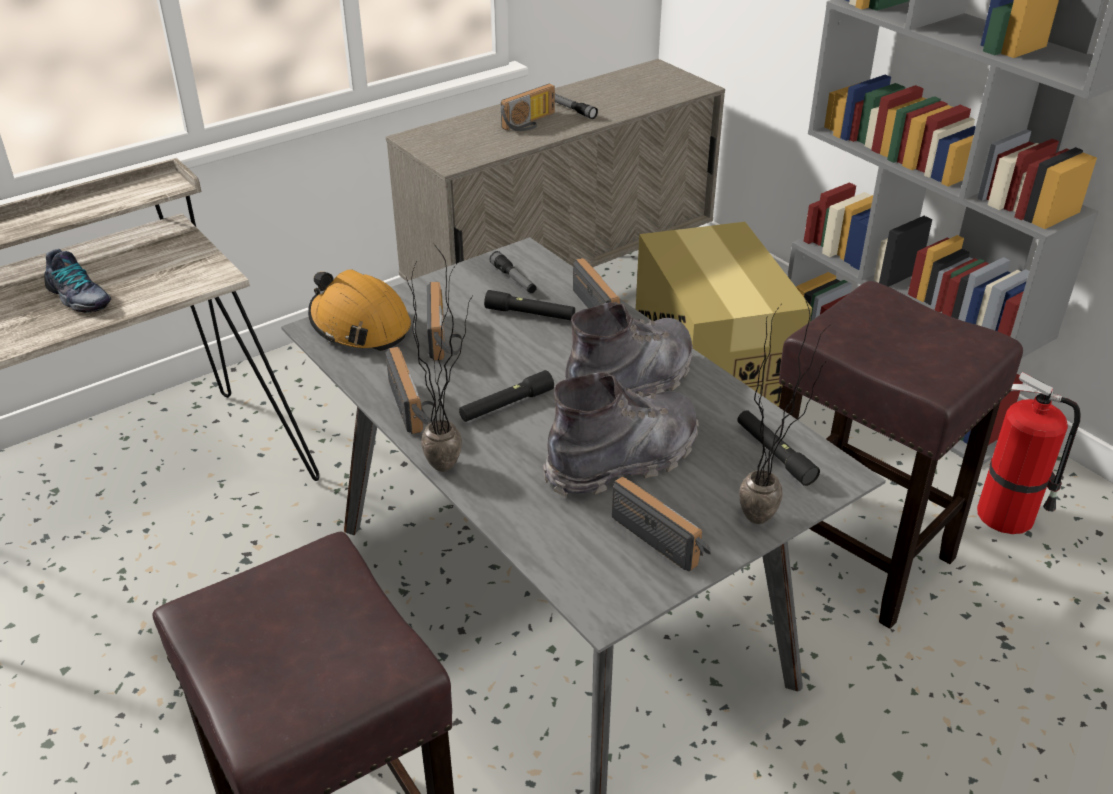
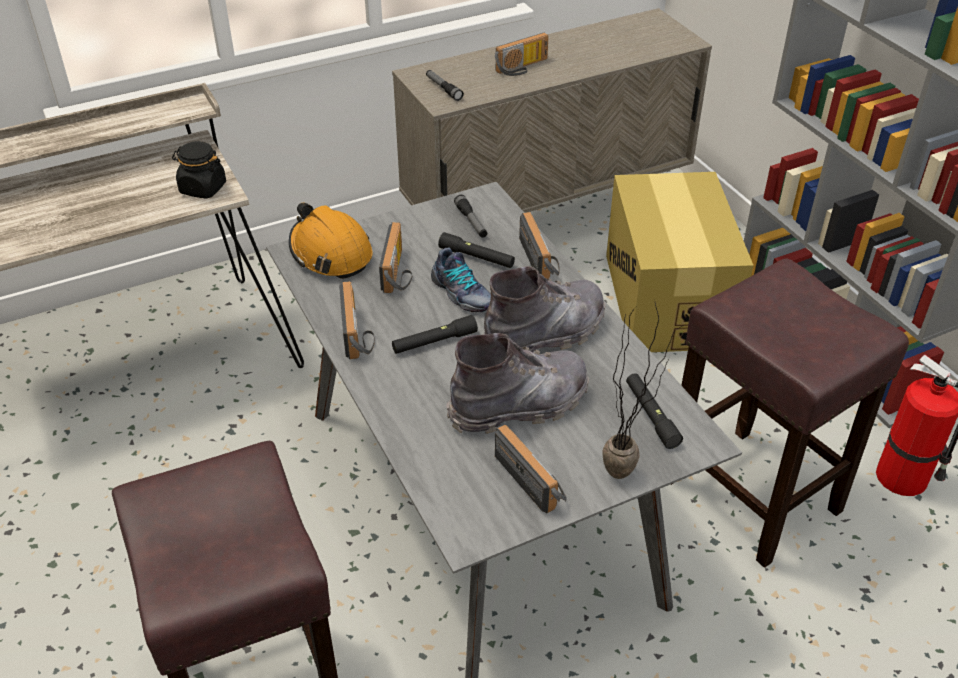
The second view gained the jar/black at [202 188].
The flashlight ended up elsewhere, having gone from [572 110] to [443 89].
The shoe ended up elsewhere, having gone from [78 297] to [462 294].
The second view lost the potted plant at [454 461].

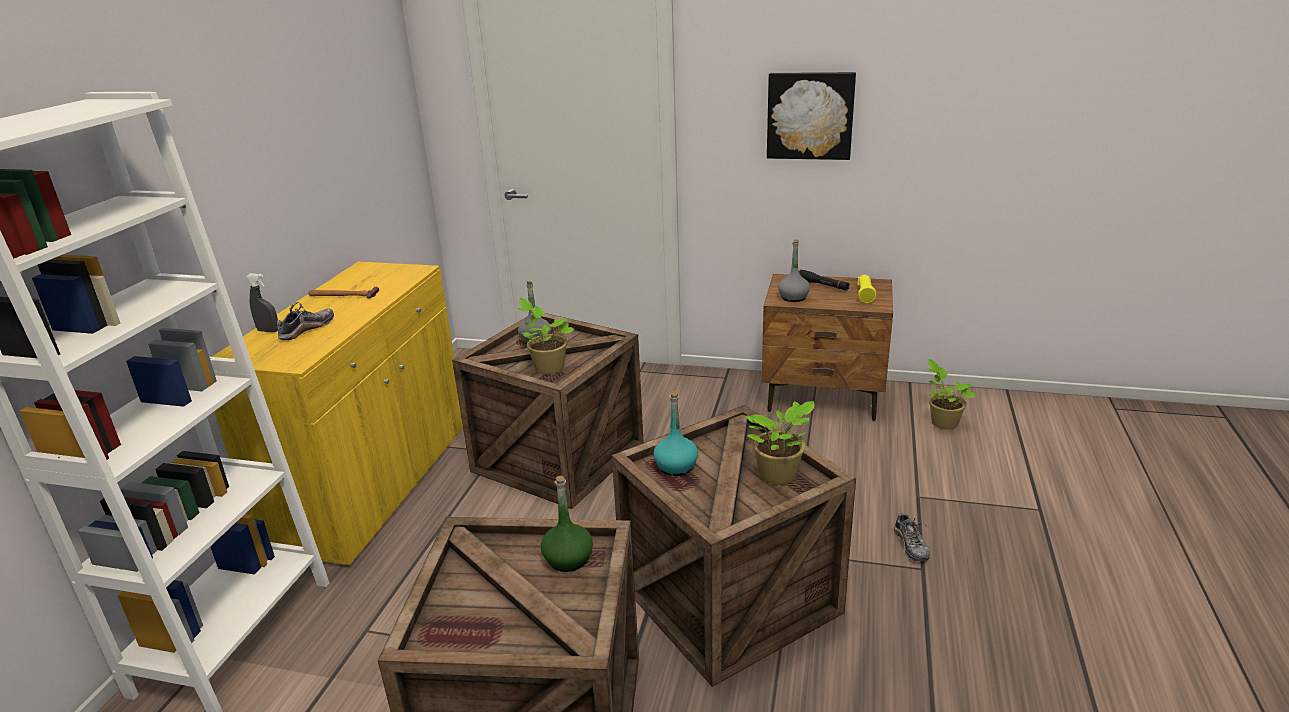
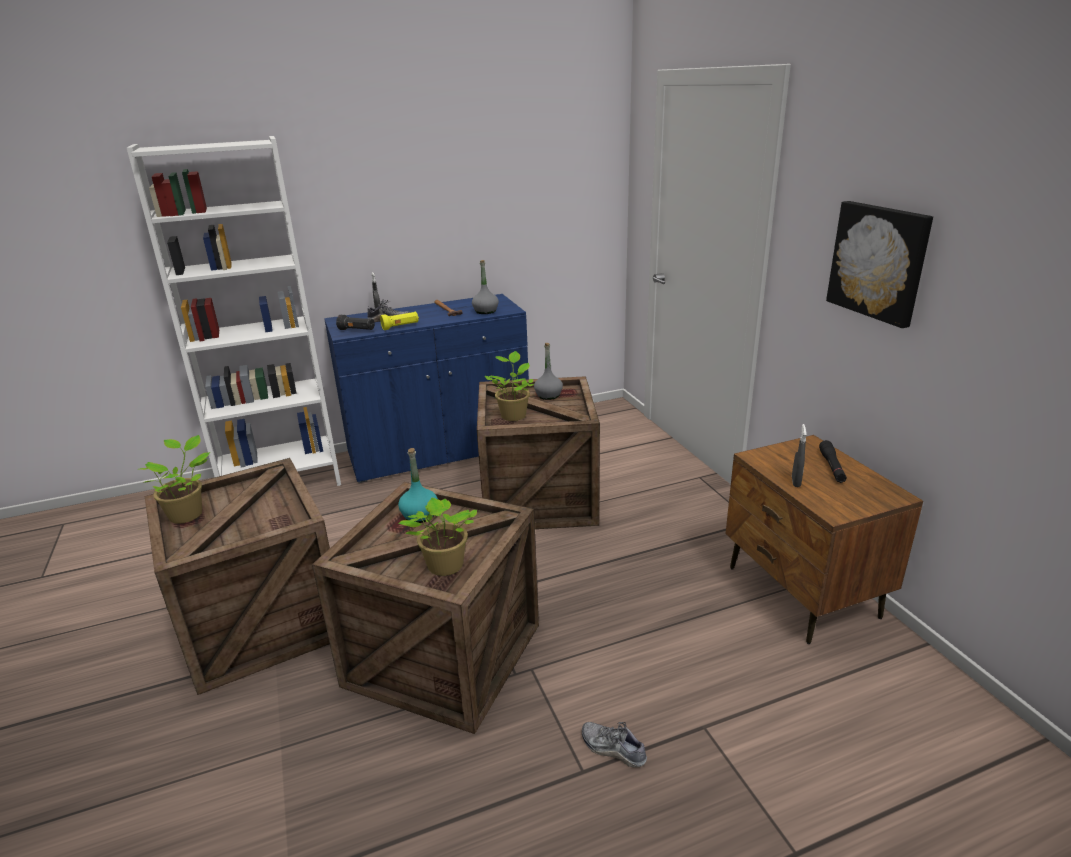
The potted plant ended up elsewhere, having gone from [942 422] to [188 513].
What was the cabinet/yellow at [374 485] turned into the cabinet/blue at [439 451].
The second view gained the flashlight/black at [357 330].
The flashlight/yellow ended up elsewhere, having gone from [865 295] to [400 327].
The bottle/grey ended up elsewhere, having gone from [793 297] to [485 311].
The shoe at [910 545] ended up facing another way, 75 degrees clockwise from before.
The second view gained the spray bottle/grey at [796 482].
The second view lost the bottle/green at [568 559].

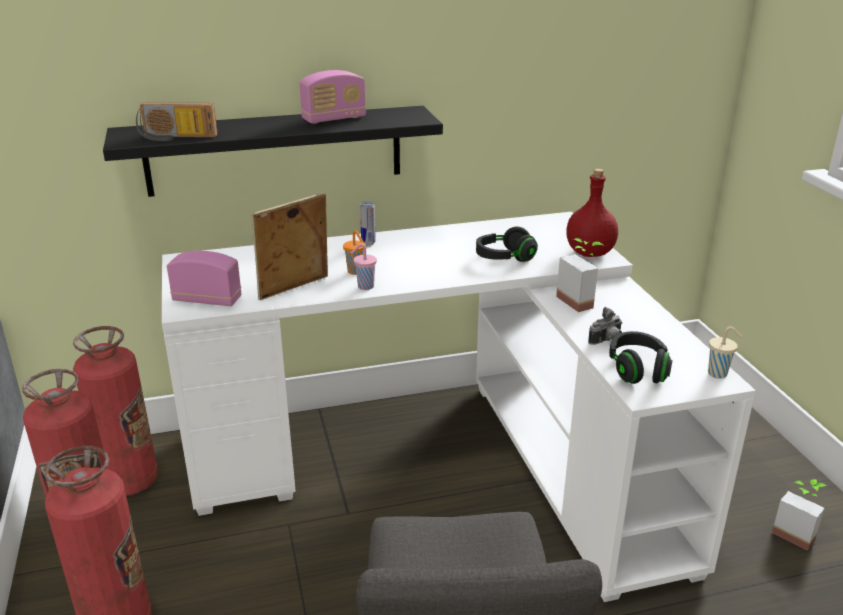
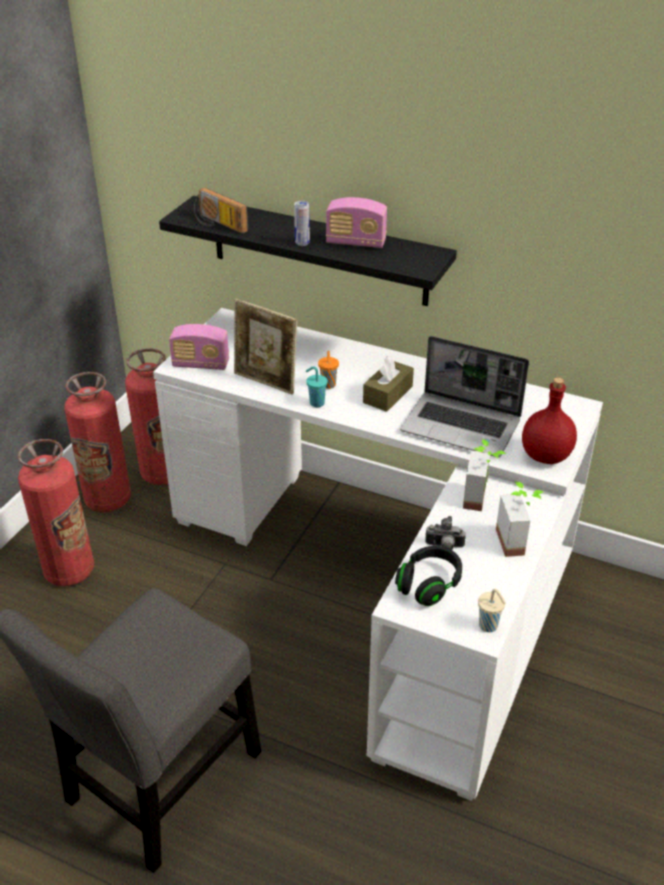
The radio at [207 300] ended up facing another way, 135 degrees clockwise from before.
The picture frame at [295 289] ended up facing another way, 150 degrees counterclockwise from before.
The can ended up elsewhere, having gone from [368 243] to [302 243].
What was the cup/pink at [364 287] turned into the cup/turquoise at [316 403].
The second view gained the tissue box/brown at [388 394].
Where the headphones/black stood at [504 258], the laptop came to stand at [462 426].
The potted plant ended up elsewhere, having gone from [796 532] to [518 541].

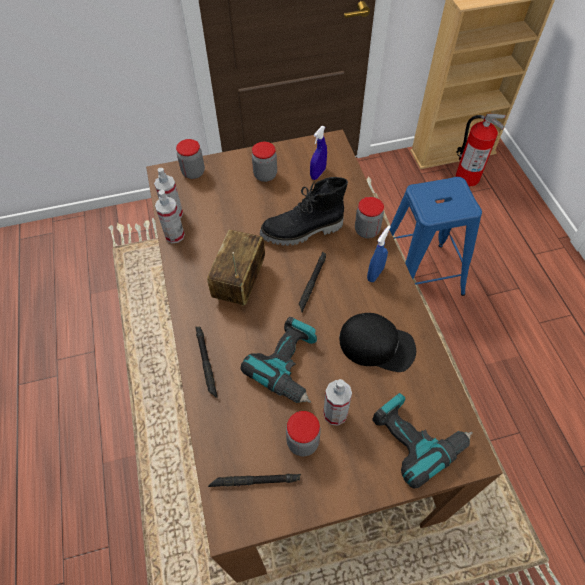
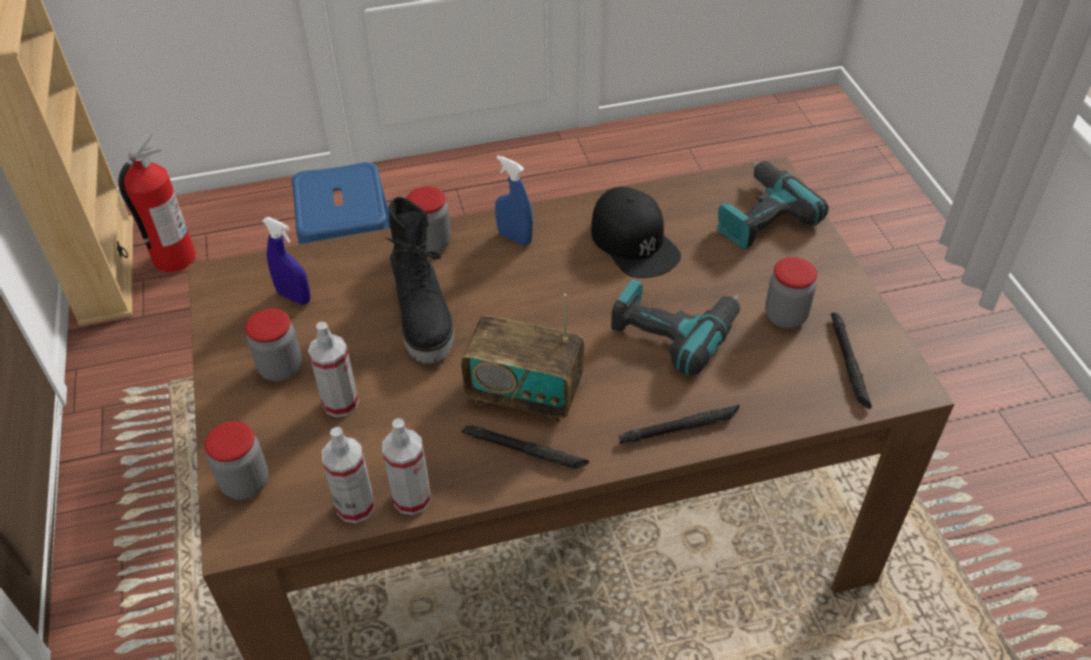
The spray bottle ended up elsewhere, having gone from [335 413] to [340 403].
The flashlight/black ended up elsewhere, having gone from [312 283] to [524 450].
The cap/black at [377 345] ended up facing another way, 135 degrees clockwise from before.

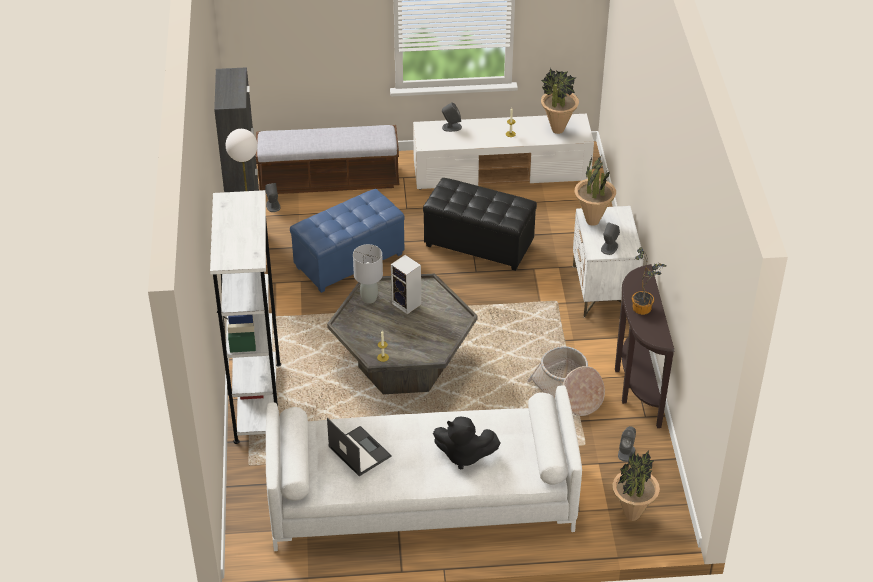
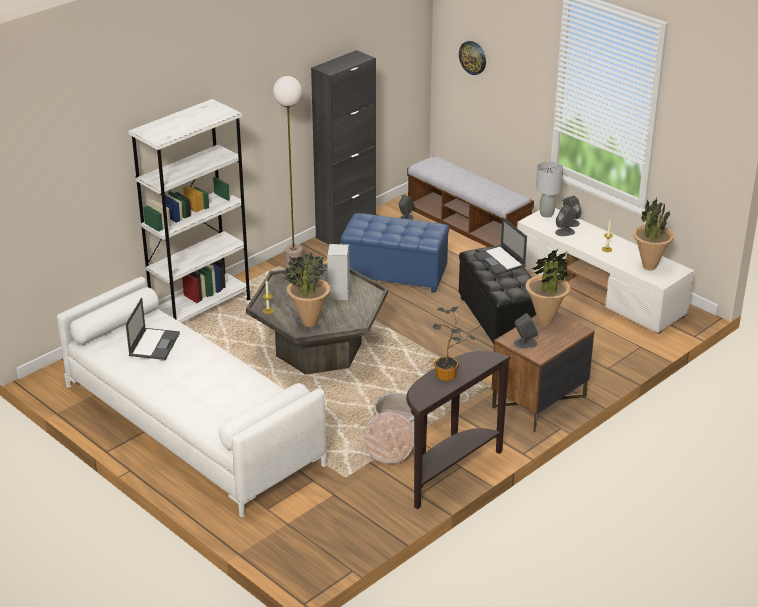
The potted plant ended up elsewhere, having gone from [632 515] to [309 323].
The second view gained the wall clock at [473 57].
The second view gained the laptop at [499 261].
What was the nightstand/white at [604 290] turned into the nightstand/brown at [539 403].
The table lamp/grey ended up elsewhere, having gone from [369 298] to [546 214].
The speaker/grey ended up elsewhere, having gone from [626 452] to [565 232].
The second view lost the plush toy/black at [463 455].

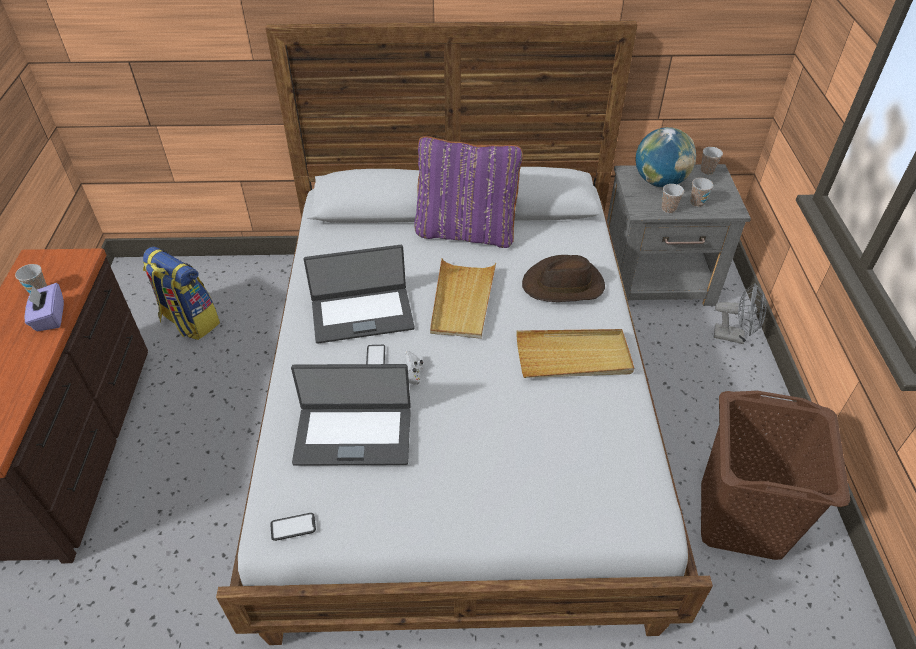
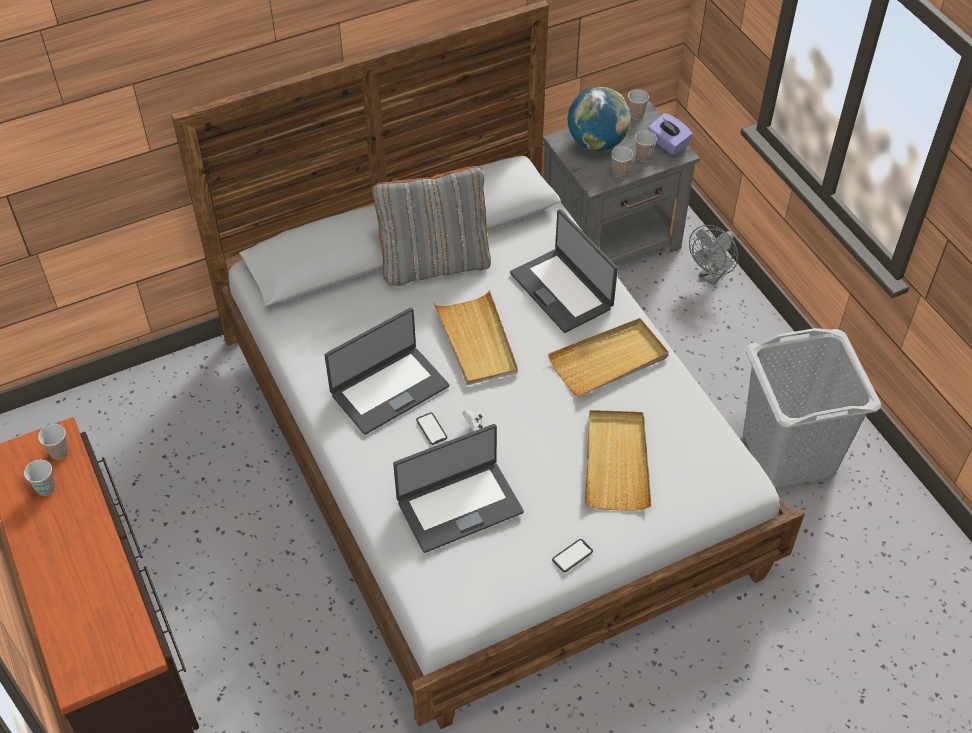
The second view gained the cup at [59 452].
What was the pillow/purple at [466 231] turned into the pillow/grey at [434 263].
Where the hat/brown stood at [564 285], the laptop came to stand at [562 290].
The phone ended up elsewhere, having gone from [293 527] to [572 556].
The second view gained the tray/beige at [616 461].
The tissue box/purple ended up elsewhere, having gone from [50 317] to [668 144].
The fan/grey at [734 336] ended up facing another way, 135 degrees clockwise from before.
What was the laundry basket/brown at [740 519] turned into the laundry basket/grey at [788 454].
The second view lost the backpack at [189 321].

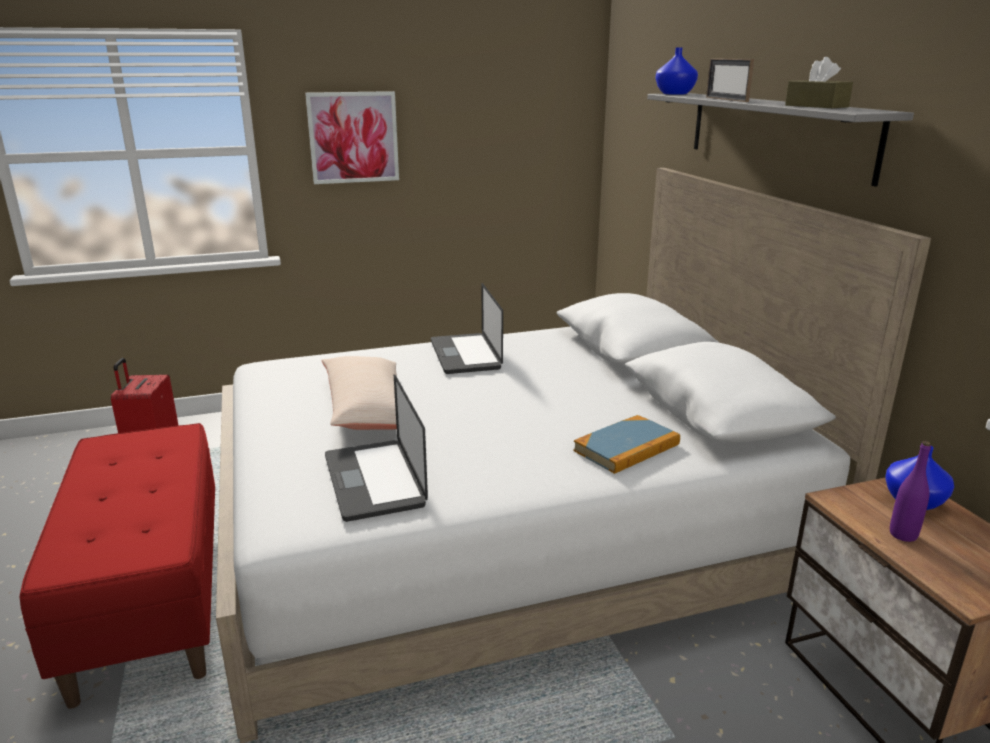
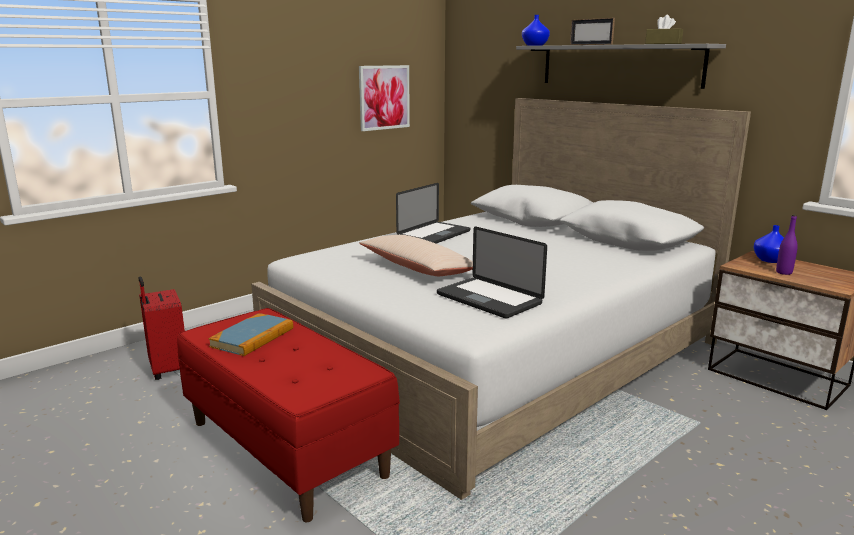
The book ended up elsewhere, having gone from [626 448] to [252 337].
The picture ended up elsewhere, having gone from [353 137] to [384 97].
The laptop at [465 355] ended up facing another way, 105 degrees counterclockwise from before.

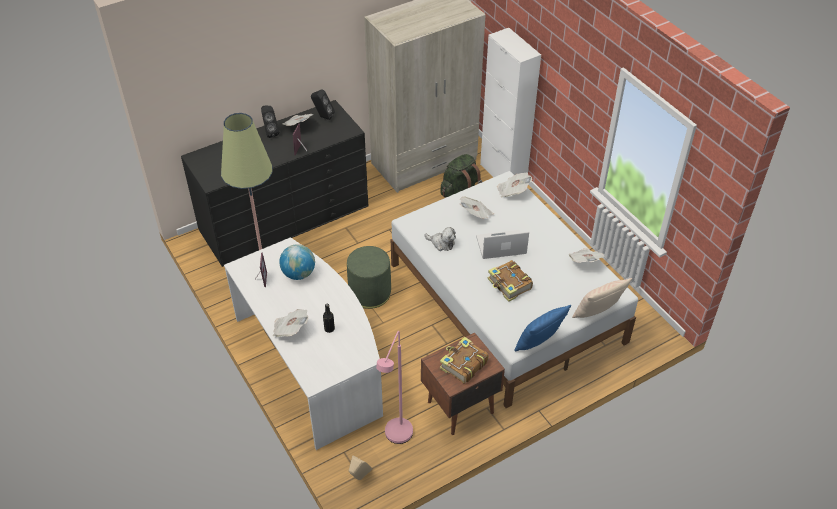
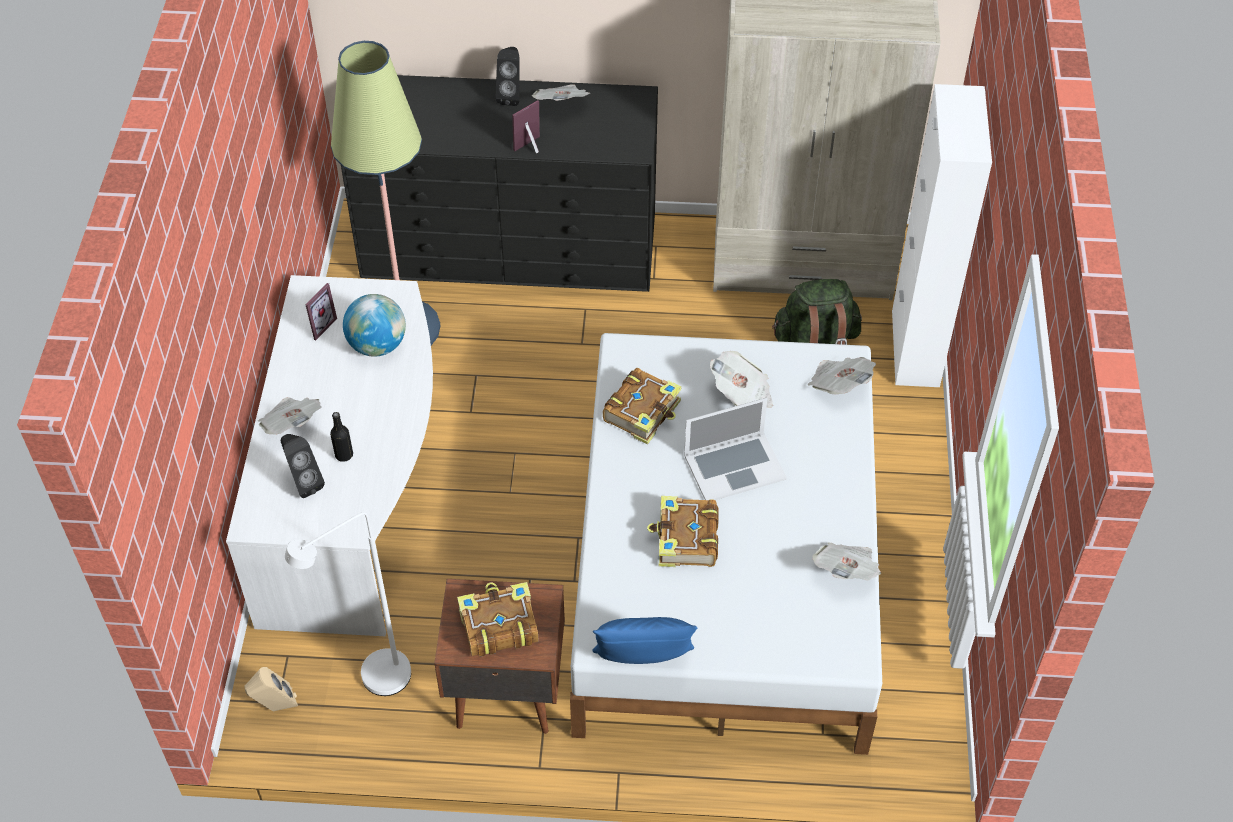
The speaker/black ended up elsewhere, having gone from [323 117] to [303 482].
What was the floor lamp/pink at [396 438] turned into the floor lamp/white at [374 682].
Where the plush toy stood at [441 243], the book came to stand at [643 412].
The laptop at [501 245] ended up facing another way, 135 degrees clockwise from before.
The second view lost the ottoman/green at [370 293].
The second view lost the pillow/beige at [597 313].

